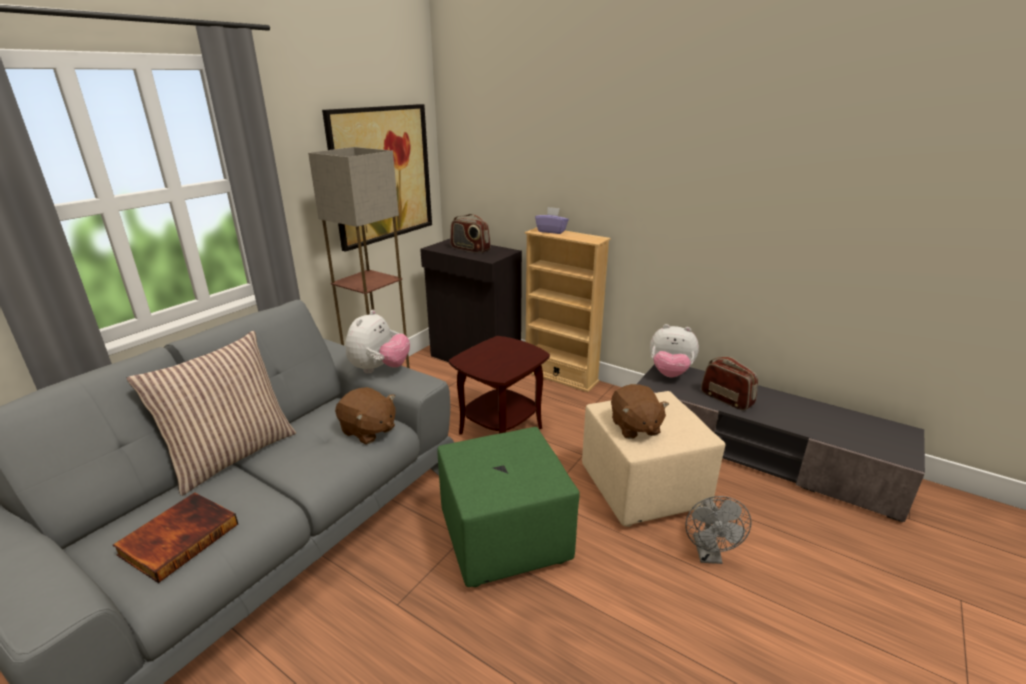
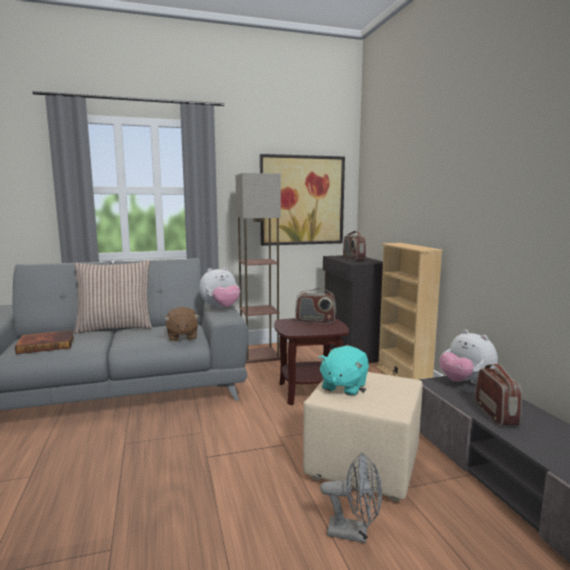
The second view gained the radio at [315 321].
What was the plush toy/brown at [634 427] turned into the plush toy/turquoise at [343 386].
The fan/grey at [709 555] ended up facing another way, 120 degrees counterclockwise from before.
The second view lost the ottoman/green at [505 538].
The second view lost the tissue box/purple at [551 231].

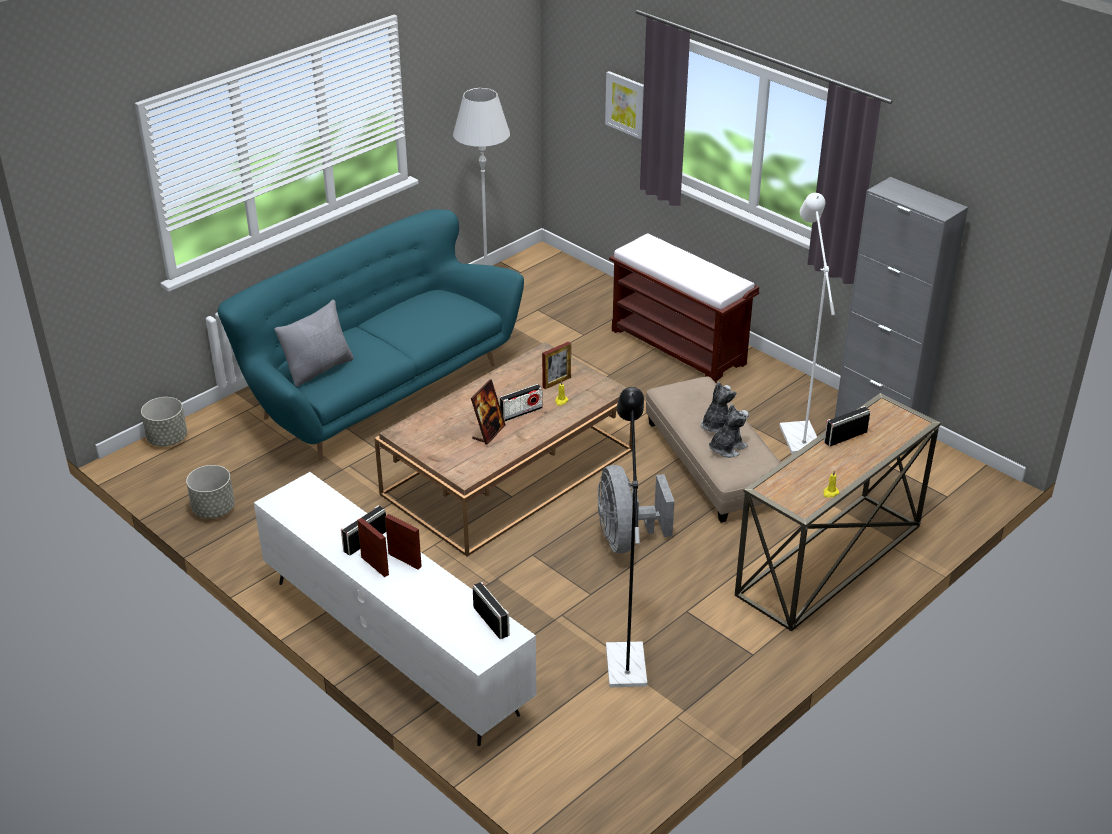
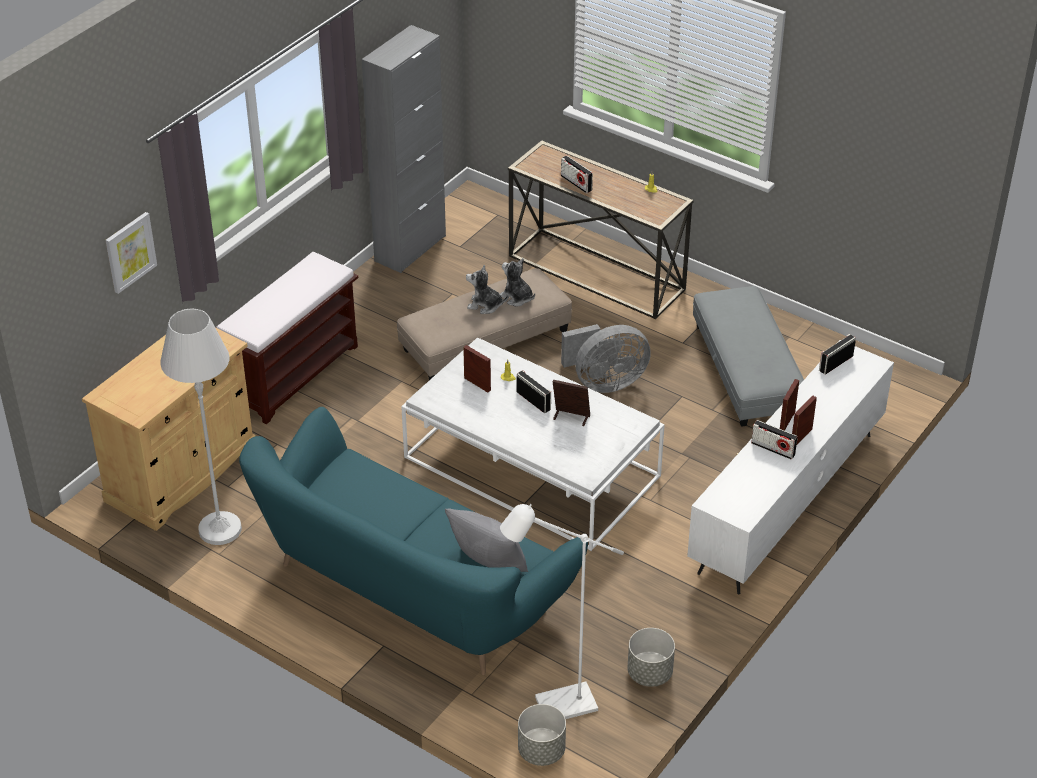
The second view gained the cabinet/beige at [182 473].
What was the coffee table/brown at [509 472] turned into the coffee table/white at [530 466].
The floor lamp/white ended up elsewhere, having gone from [797 432] to [555 707].
Where the floor lamp/black stood at [625 657], the ottoman/grey came to stand at [746 370].

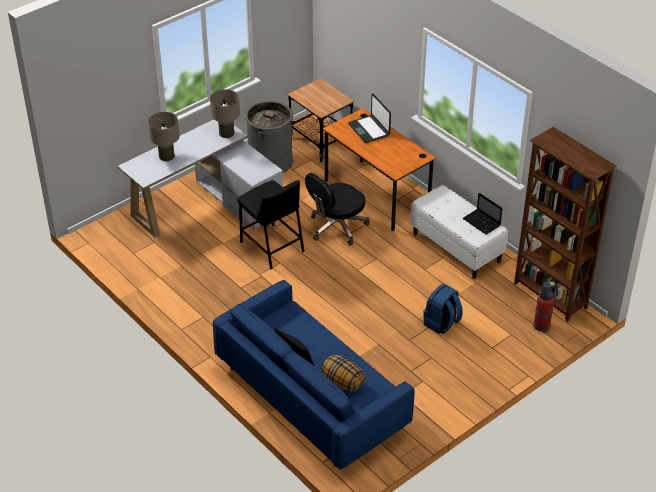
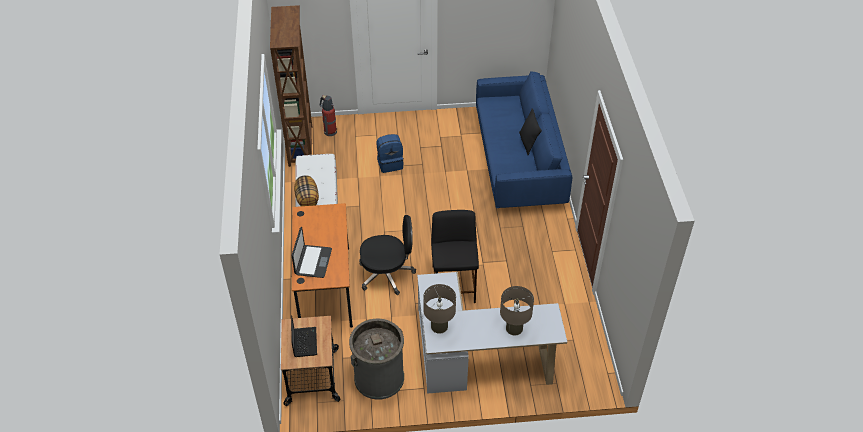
The laptop ended up elsewhere, having gone from [482 222] to [304 341].
The pillow ended up elsewhere, having gone from [342 382] to [307 199].

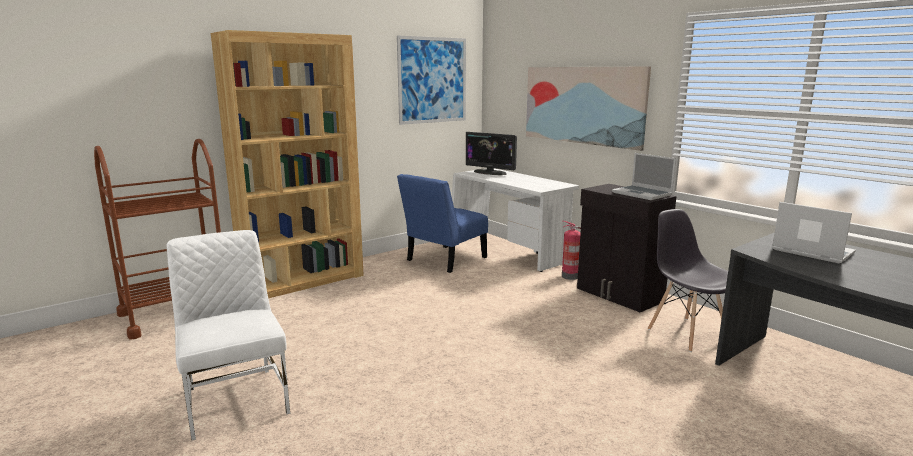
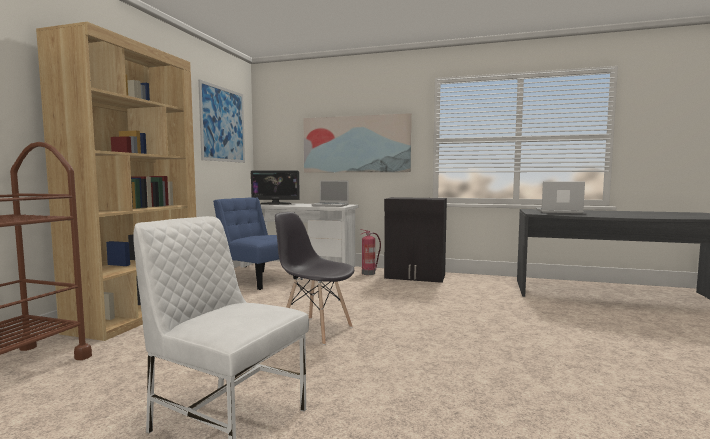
The chair/blue at [443 260] ended up facing another way, 120 degrees clockwise from before.
The chair/grey ended up elsewhere, having gone from [687 334] to [315 330].
The laptop ended up elsewhere, having gone from [642 194] to [331 205].

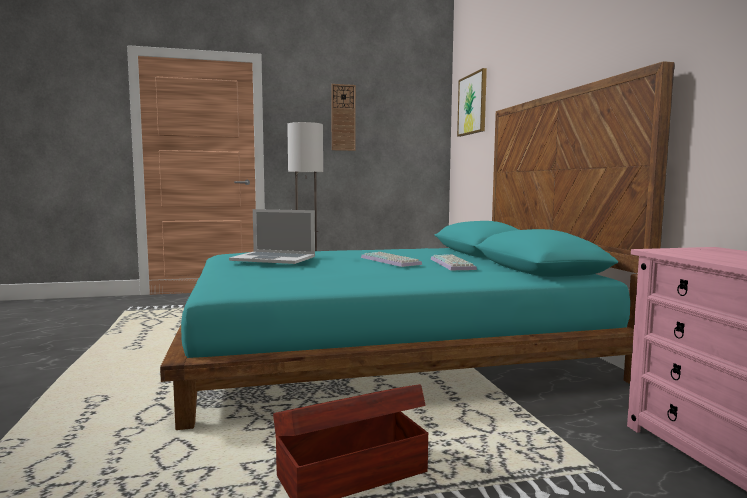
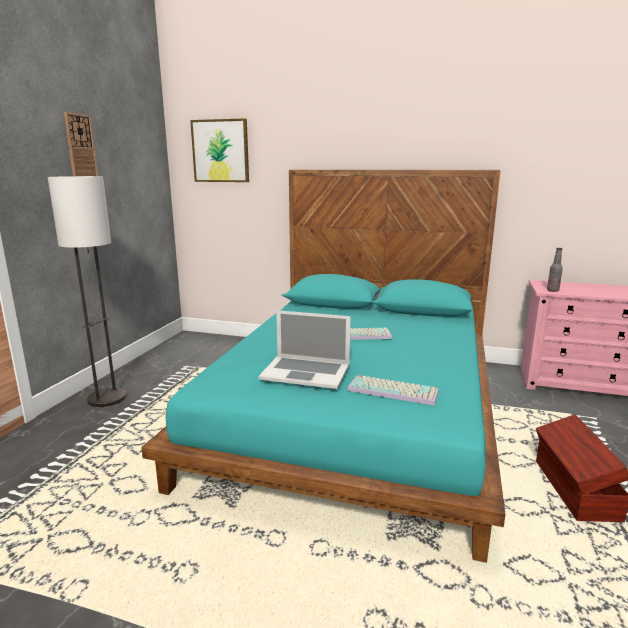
The laptop at [273 258] ended up facing another way, 60 degrees clockwise from before.
The keyboard ended up elsewhere, having gone from [453 264] to [394 390].
The second view gained the bottle at [552 290].

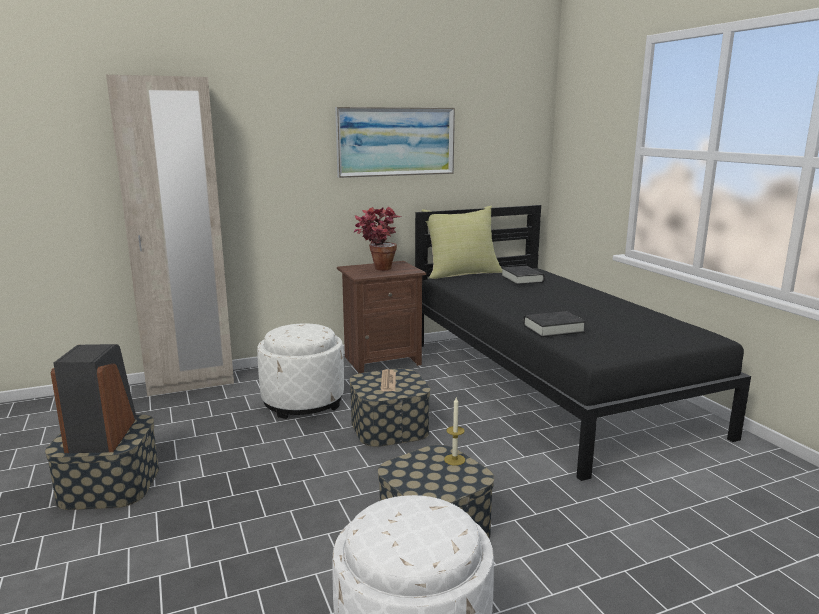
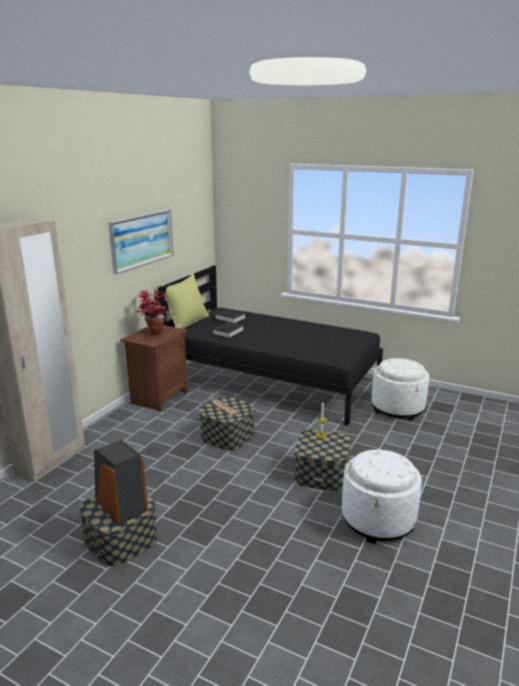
The book/black ended up elsewhere, having gone from [553 329] to [228 332].
The ottoman/white ended up elsewhere, having gone from [303 402] to [397 408].

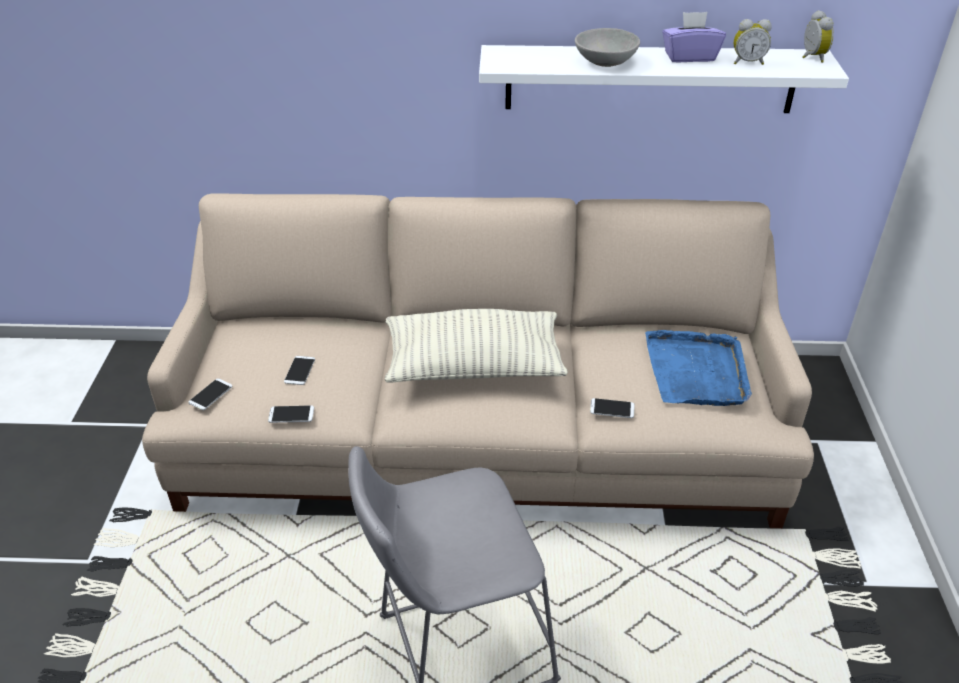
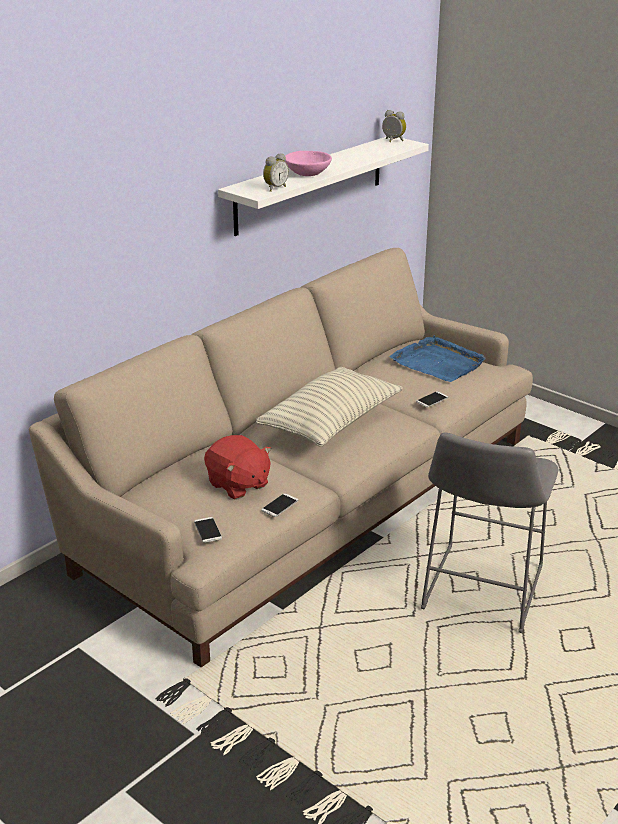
Where the phone stood at [299 371], the plush toy/red came to stand at [238 485].
The alarm clock ended up elsewhere, having gone from [747 62] to [274 188].
What was the bowl/grey at [606 62] turned into the bowl/pink at [308 174].
The second view lost the tissue box/purple at [689 57].

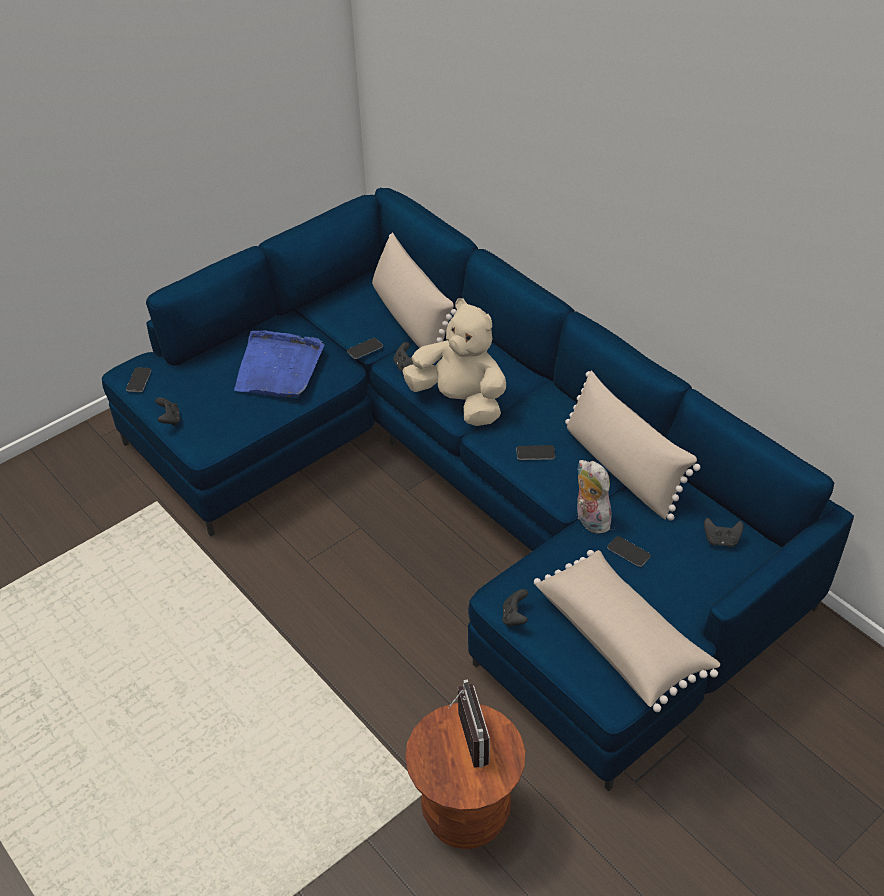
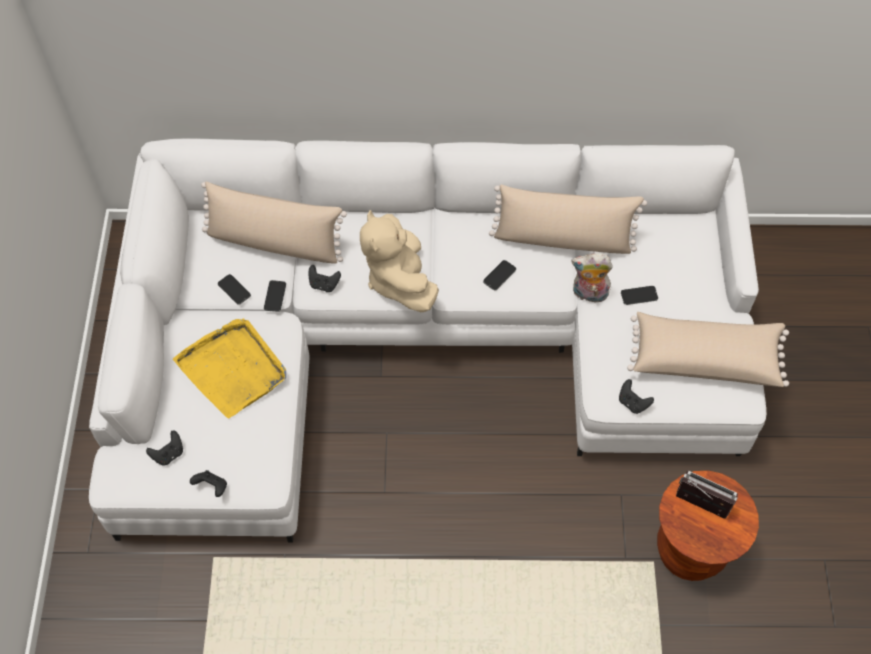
What was the sofa/blue at [461 489] turned into the sofa/white at [415 341].
The game controller/black ended up elsewhere, having gone from [721 540] to [169 454].
What was the tray/blue at [279 368] turned into the tray/yellow at [233 369].
The phone ended up elsewhere, having gone from [139 380] to [234 290].
The plush toy/beige at [460 401] ended up facing another way, 90 degrees counterclockwise from before.

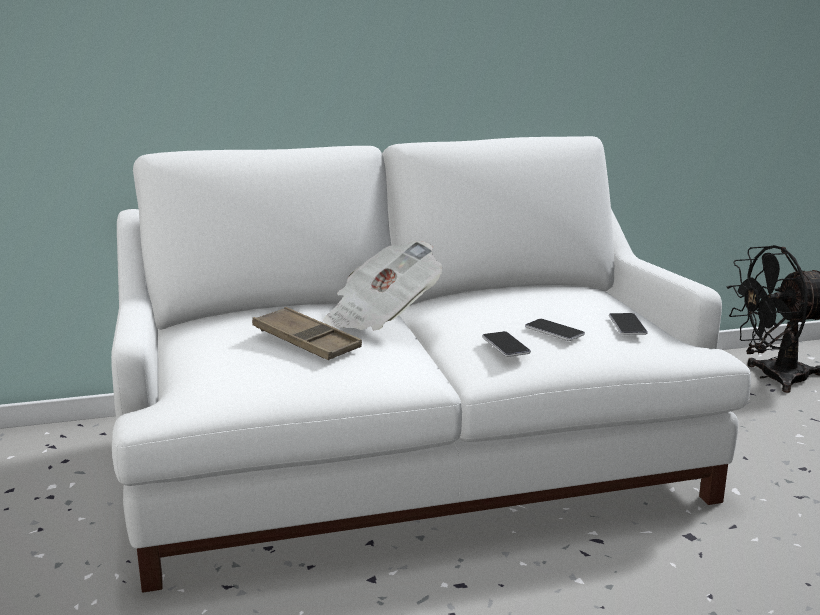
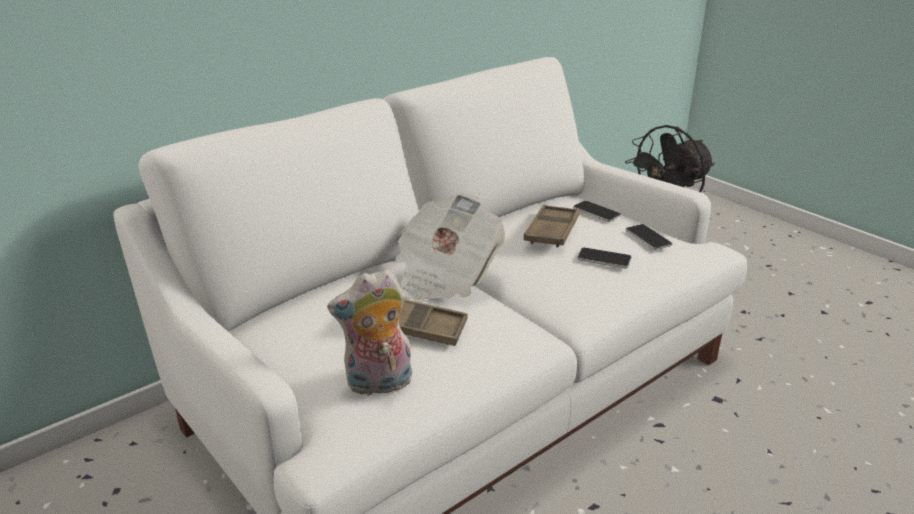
The second view gained the plush toy at [378 385].
The second view gained the tray/brown at [552 231].
The phone ended up elsewhere, having gone from [505 345] to [596 212].

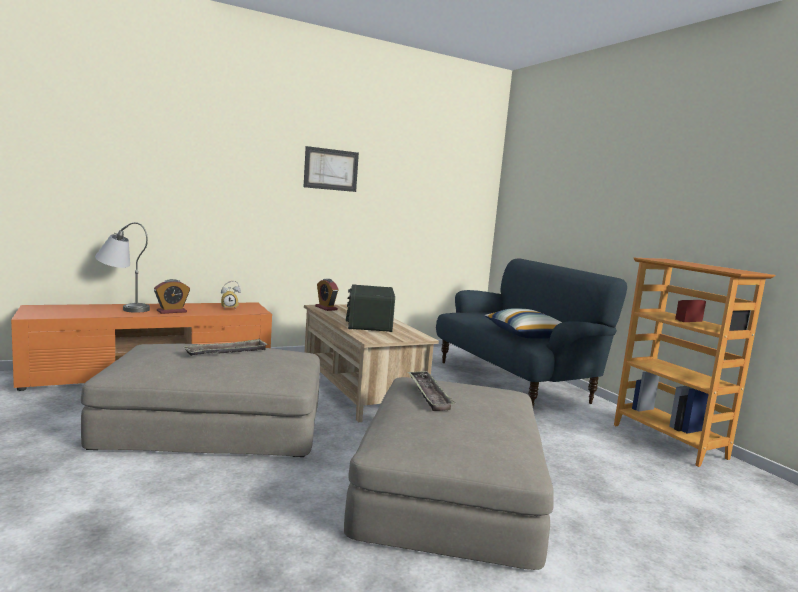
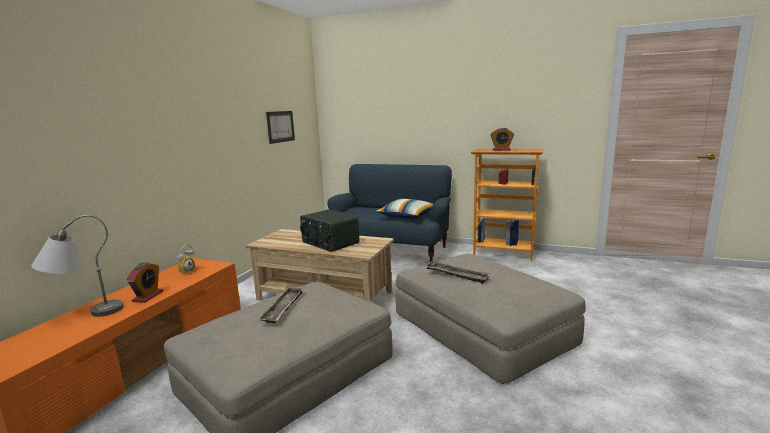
The picture ended up elsewhere, having gone from [331 169] to [280 126].
The alarm clock ended up elsewhere, having gone from [326 308] to [501 150].

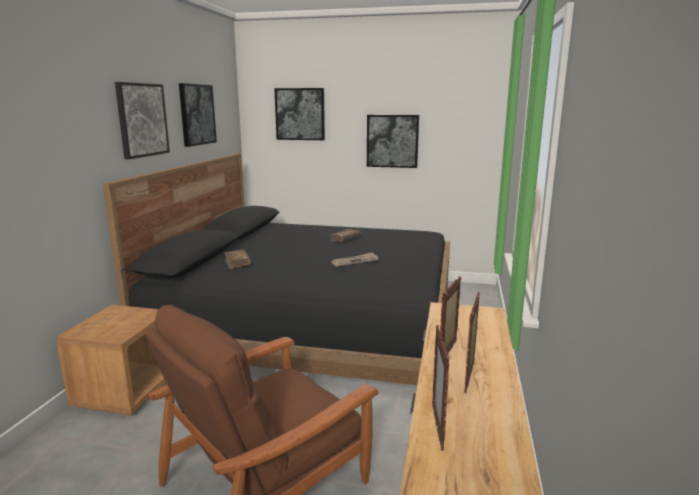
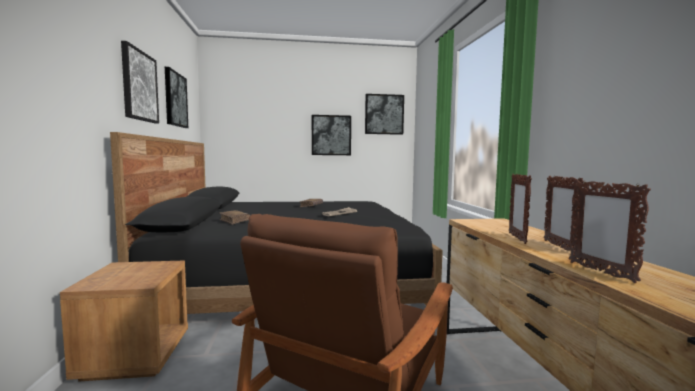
The picture ended up elsewhere, having gone from [300 114] to [384 114].

